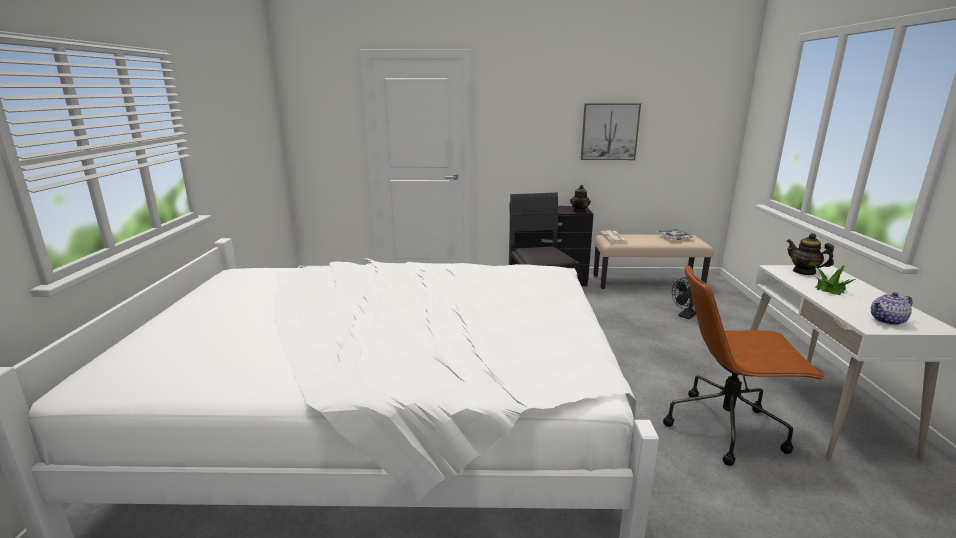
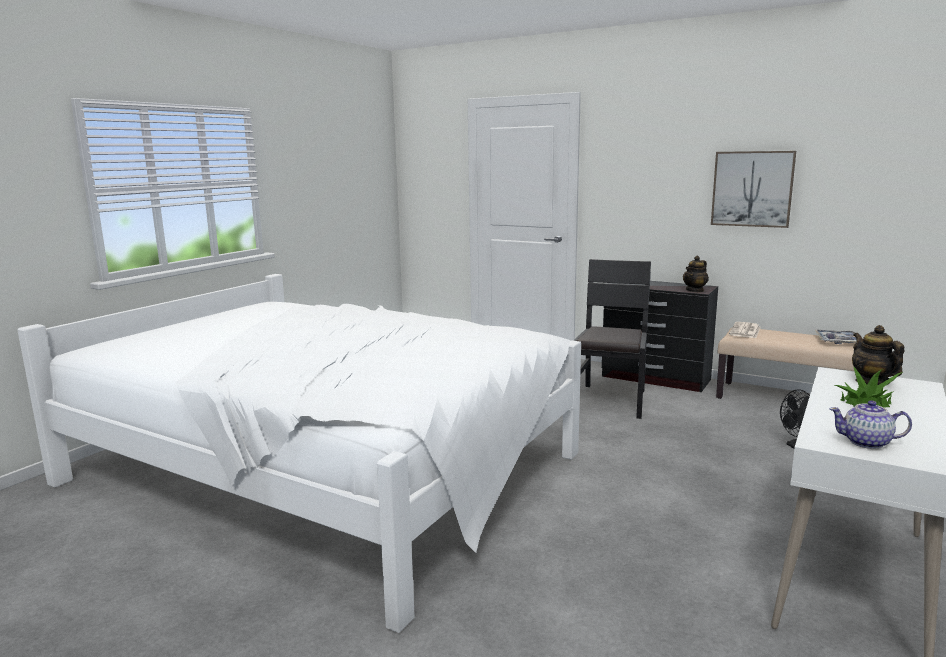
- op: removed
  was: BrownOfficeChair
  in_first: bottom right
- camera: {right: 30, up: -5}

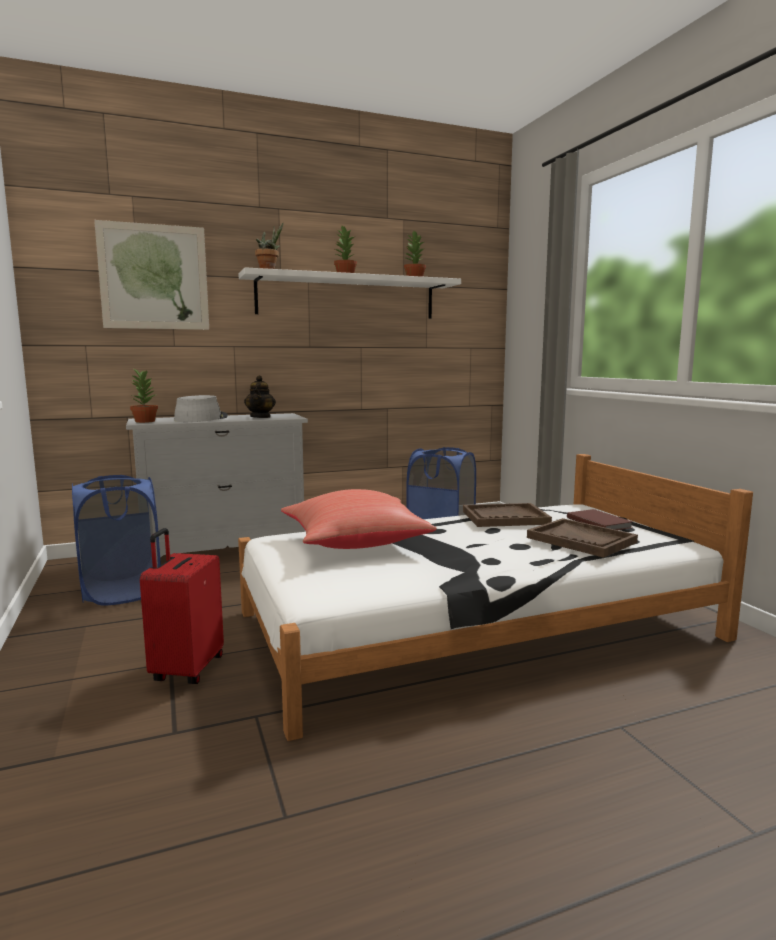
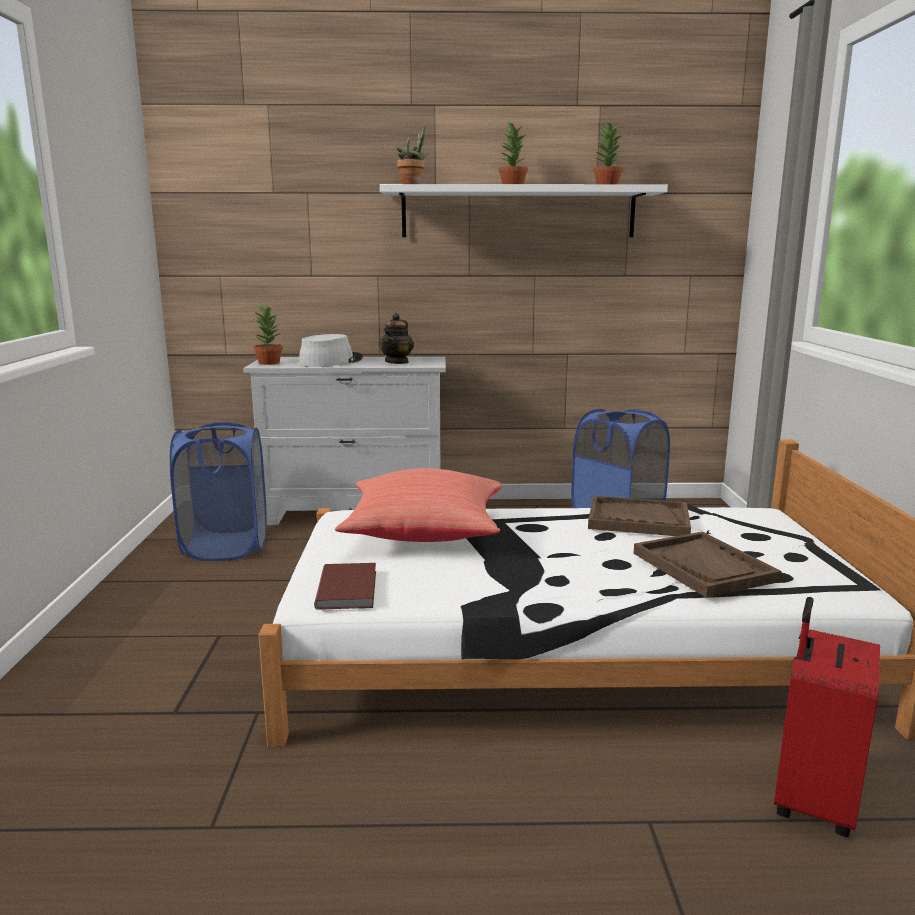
- op: removed
  was: Picture
  in_first: top left
- op: moved
  was: RedTravelCase
  in_first: middle left
  in_second: bottom right
- op: moved
  was: BrownBoundBook
  in_first: middle right
  in_second: centre
- camera: {right: 20, up: 5}

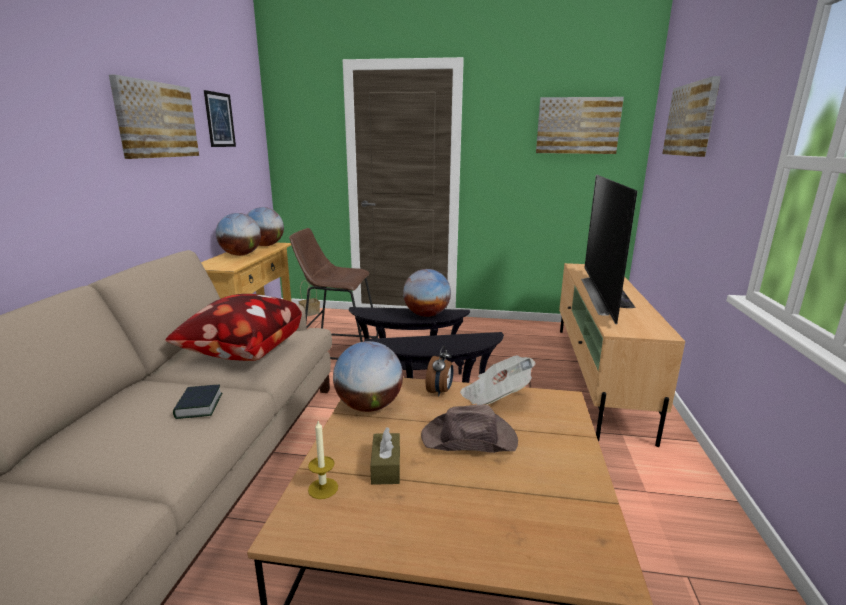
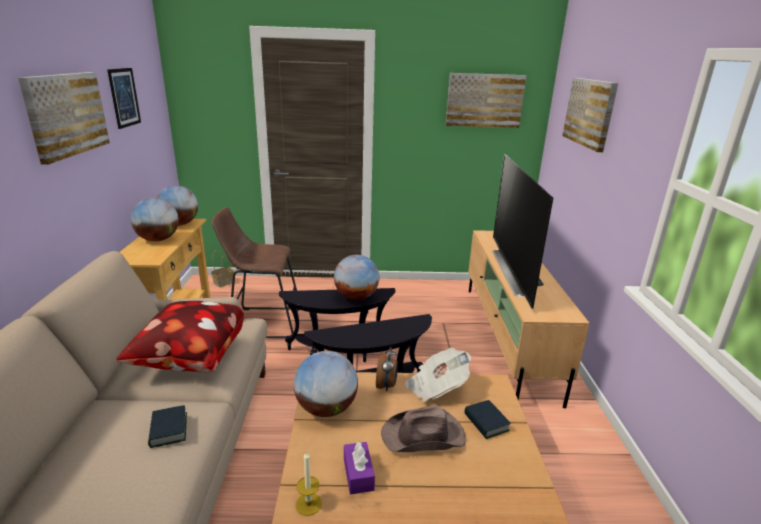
- op: added
  now: BoundBook (2nd from left)
  in_second: bottom centre
- op: recoloured
  was: BrownTissueHolder
  now: PurpleTissueHolder
  in_first: bottom centre
  in_second: bottom centre
- camera: {right: -10, up: 5}

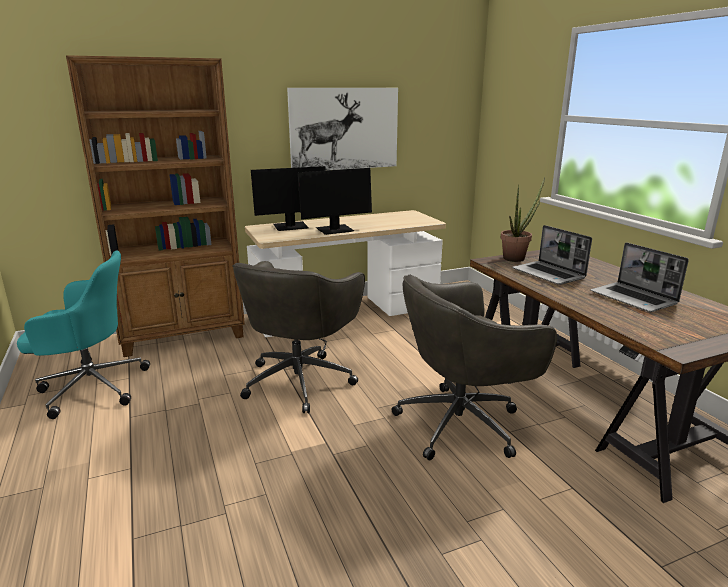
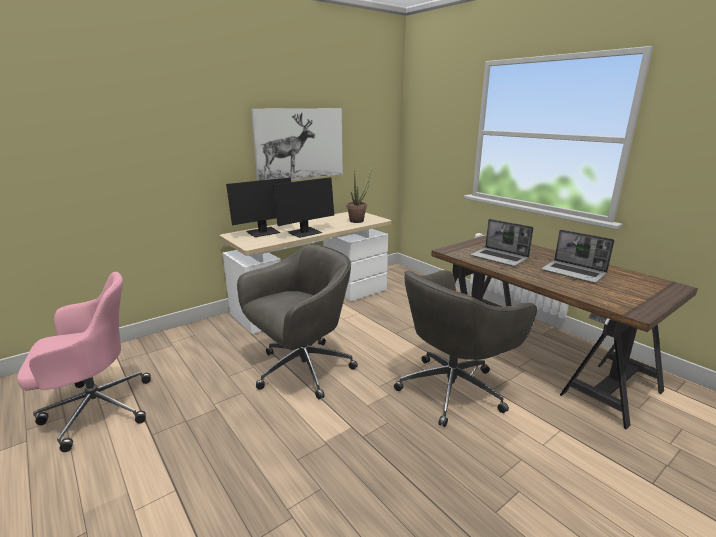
- op: removed
  was: BrownBookshelf
  in_first: middle left
- op: moved
  was: PottedPlant
  in_first: middle right
  in_second: centre
- op: recoloured
  was: BlueGreenOfficeChair
  now: PinkishOfficeChair
  in_first: middle left
  in_second: bottom left
- op: turned
  was: GreyishOfficeChair (1st from left)
  in_first: centre
  in_second: centre
  clockwise: -135
- camera: {right: -15, up: 0}

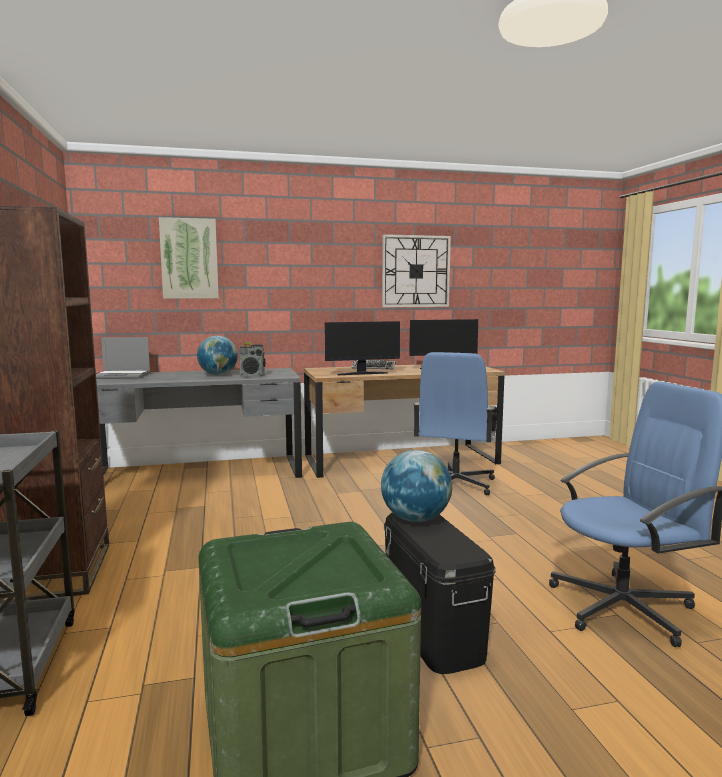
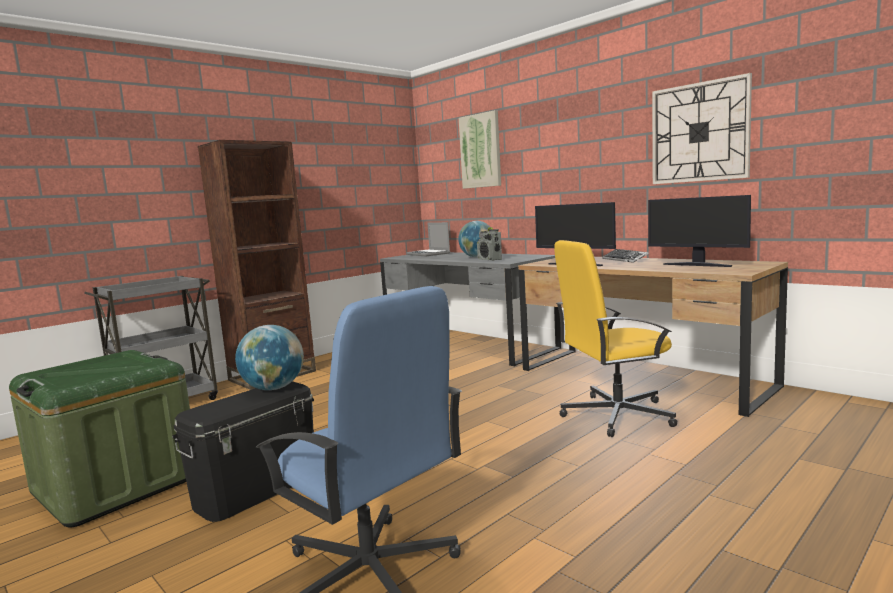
- op: recoloured
  was: BlueOfficeChair (1st from left)
  now: YellowOfficeChair
  in_first: centre
  in_second: middle right
- camera: {right: 60, up: 0}

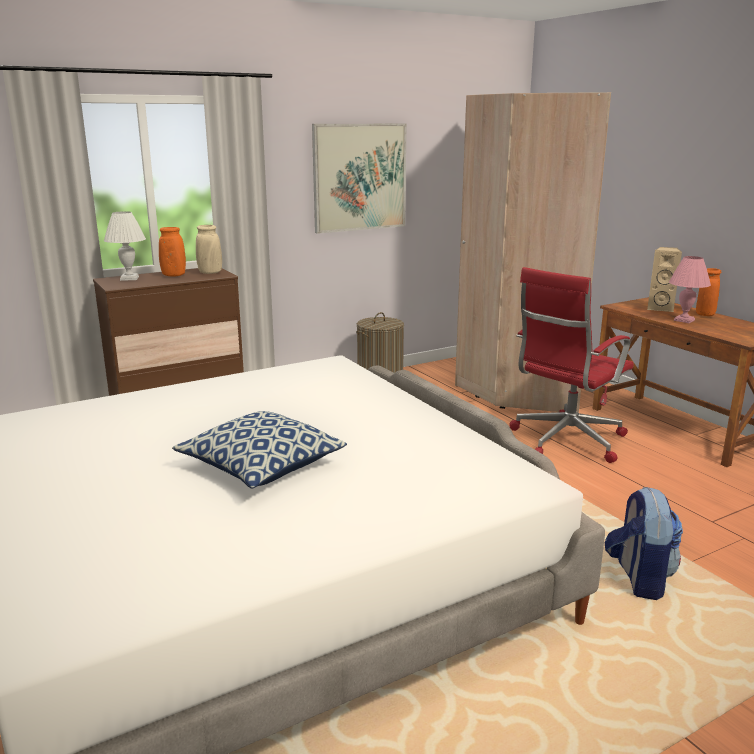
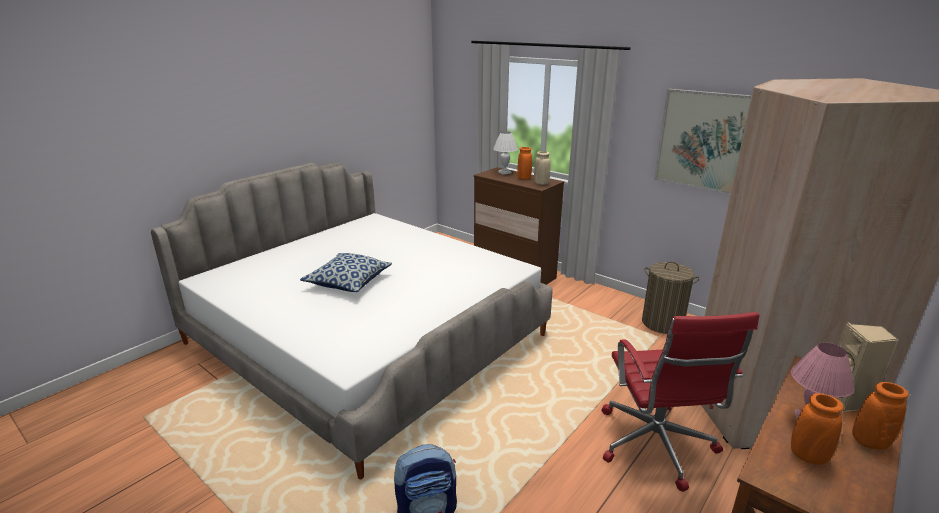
- op: added
  now: OrangeyDecorativeVase (2nd from left)
  in_second: bottom right
- op: turned
  was: RedOfficeChair
  in_first: middle right
  in_second: bottom right
  clockwise: -120
- camera: {right: 70, up: 5}

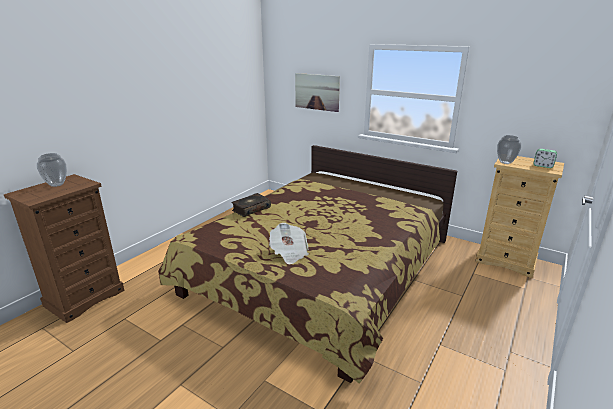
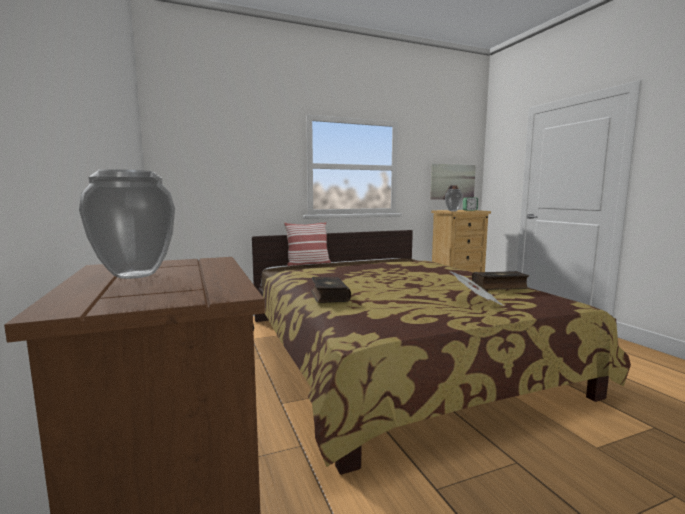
- op: added
  now: ThrowPillow
  in_second: centre
- op: added
  now: BoundBook (2nd from left)
  in_second: middle right
- op: moved
  was: Picture
  in_first: top centre
  in_second: centre
- camera: {right: -55, up: -15}

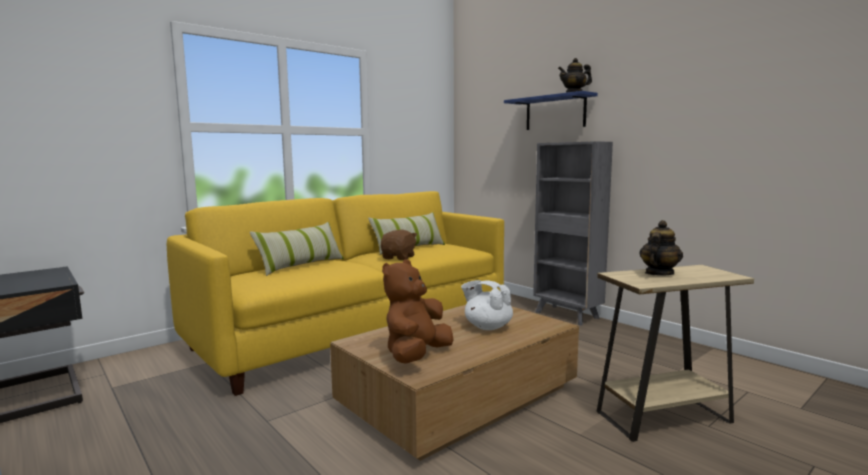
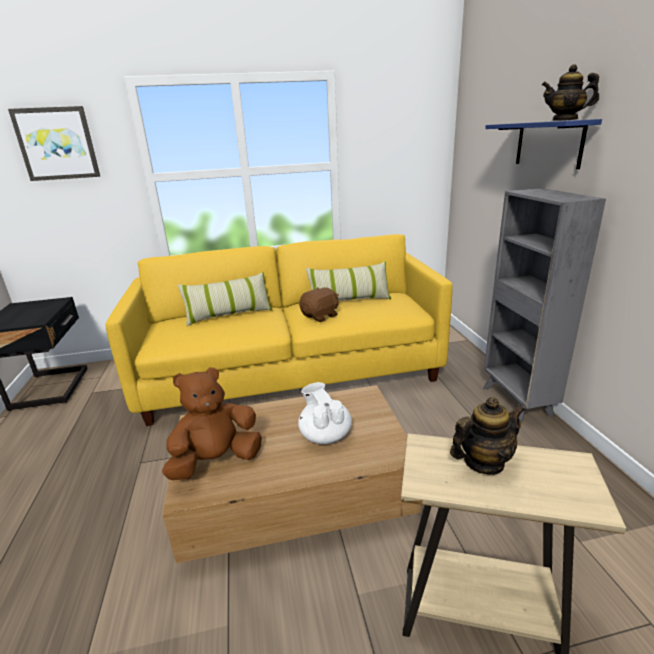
- op: added
  now: Picture
  in_second: top left
- camera: {right: 30, up: 15}

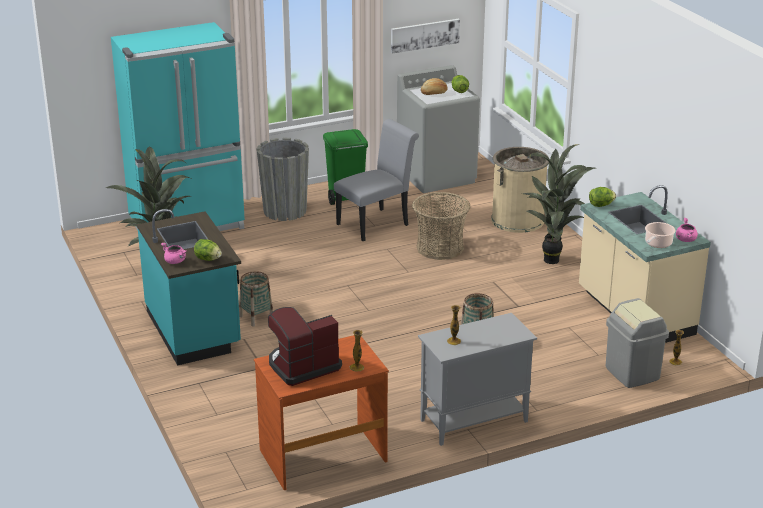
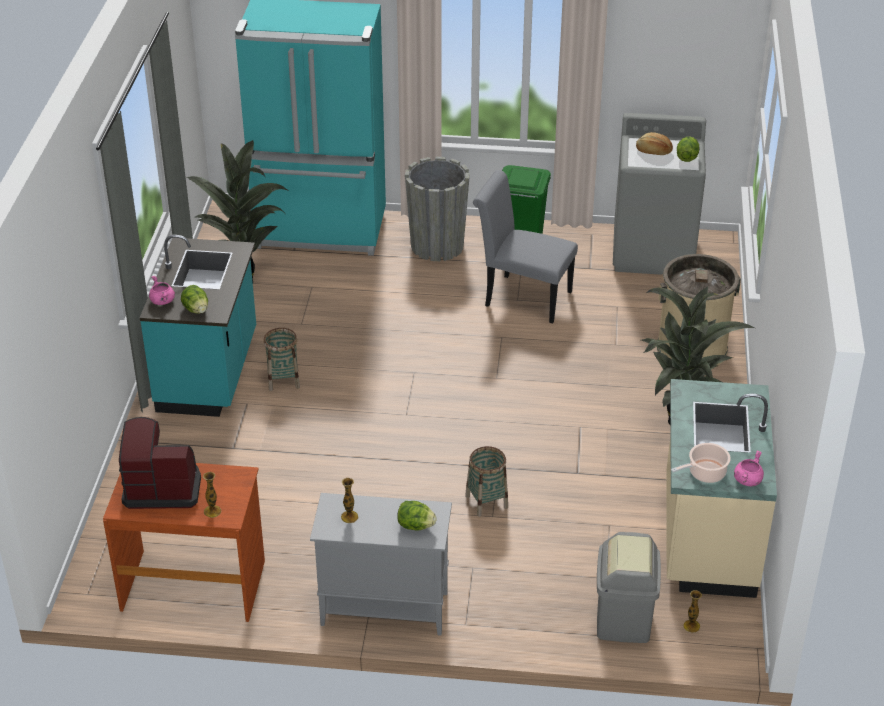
- op: removed
  was: Picture
  in_first: top centre
- op: removed
  was: HouseholdBasket (2nd from left)
  in_first: centre
- op: moved
  was: LettuceHead (3rd from left in the first image)
  now: LettuceHead (2nd from left)
  in_first: middle right
  in_second: bottom centre
- op: turned
  was: GreyishPlainChair
  in_first: centre
  in_second: centre
  clockwise: -150
- camera: {right: 30, up: 10}

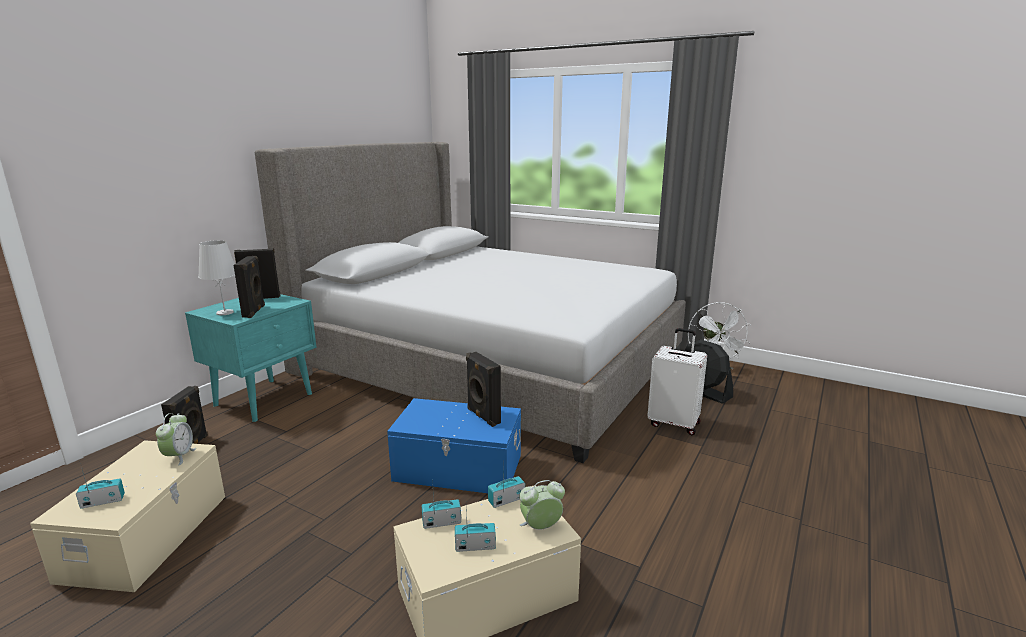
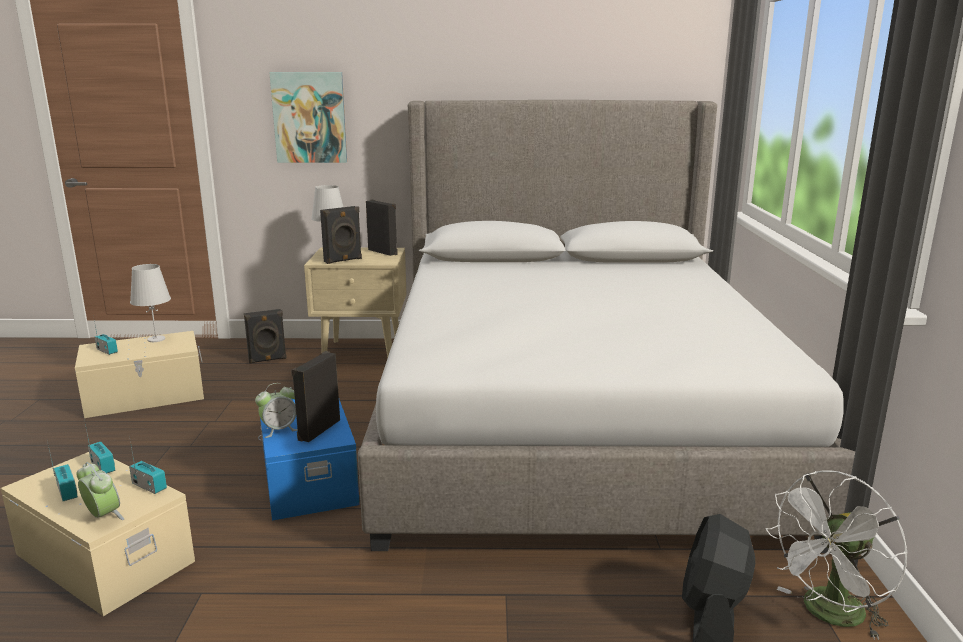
- op: removed
  was: WhitishTravelCase
  in_first: centre
- op: added
  now: WhitishTabletopLamp (1st from left)
  in_second: middle left
- op: added
  now: Picture
  in_second: top left
- op: moved
  was: TableClock (1st from left in the first image)
  now: TableClock (2nd from left)
  in_first: bottom left
  in_second: middle left
- op: recoloured
  was: BlueGreenBedsideTable
  now: BeigeBedsideTable
  in_first: middle left
  in_second: centre
- camera: {right: 60, up: 0}

